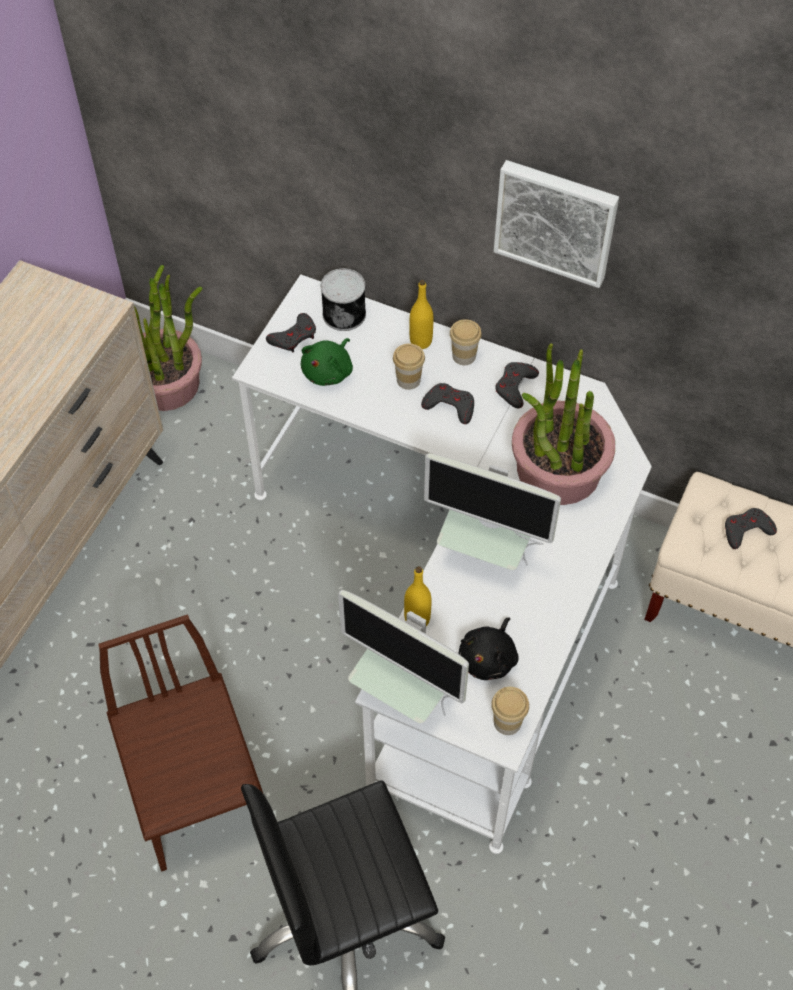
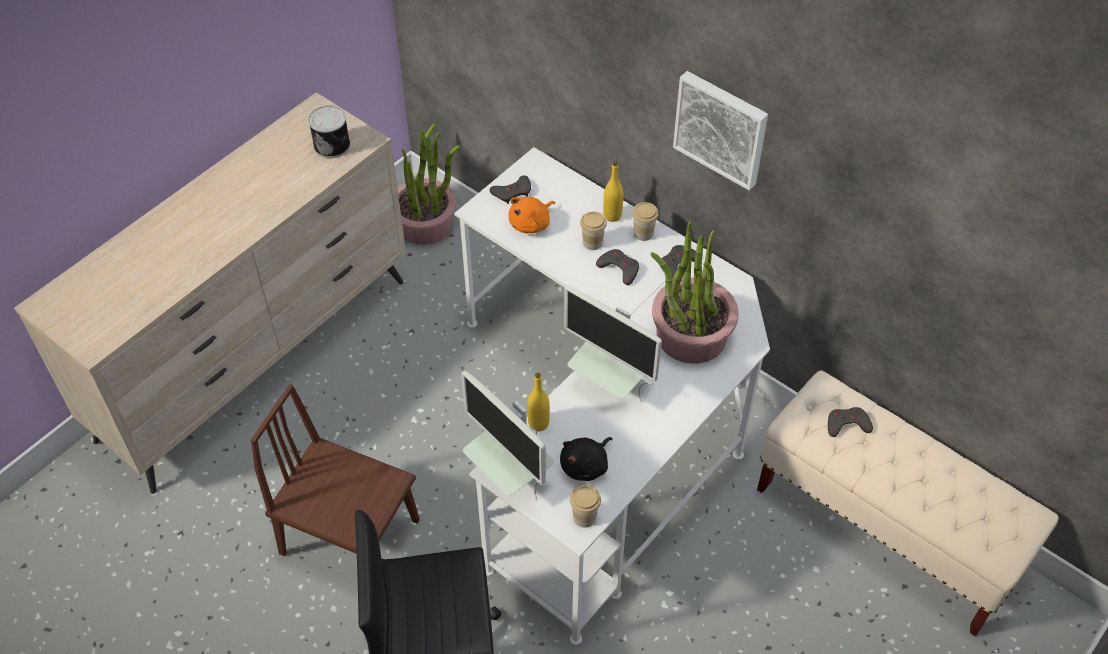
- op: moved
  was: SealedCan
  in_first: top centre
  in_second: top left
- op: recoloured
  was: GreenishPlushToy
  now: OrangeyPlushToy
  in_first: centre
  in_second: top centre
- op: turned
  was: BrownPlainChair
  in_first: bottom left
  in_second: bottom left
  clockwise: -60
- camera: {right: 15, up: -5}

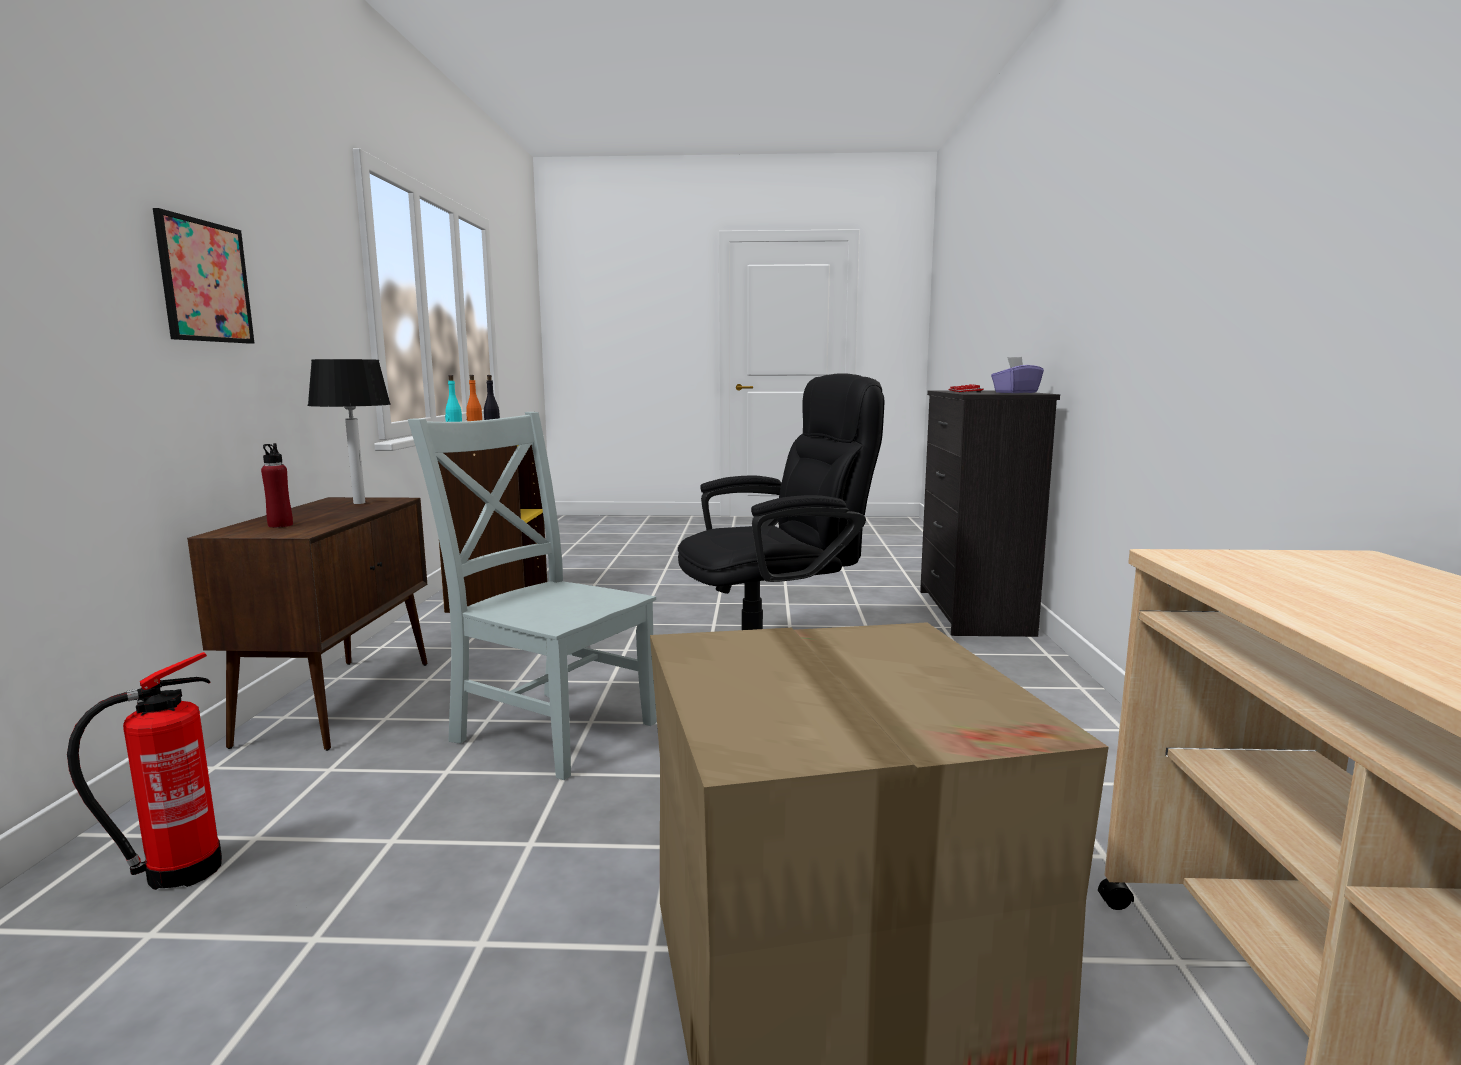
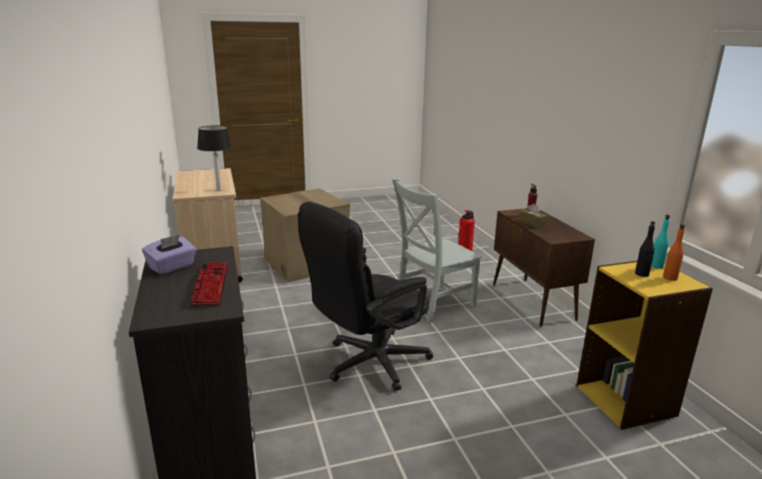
- op: removed
  was: Picture
  in_first: top left
- op: added
  now: BrownTissueHolder
  in_second: middle right
- op: moved
  was: TabletopLamp
  in_first: middle left
  in_second: top left
- op: turned
  was: GreyishPlainChair
  in_first: centre
  in_second: centre
  clockwise: 135
- camera: {right: 160, up: 10}

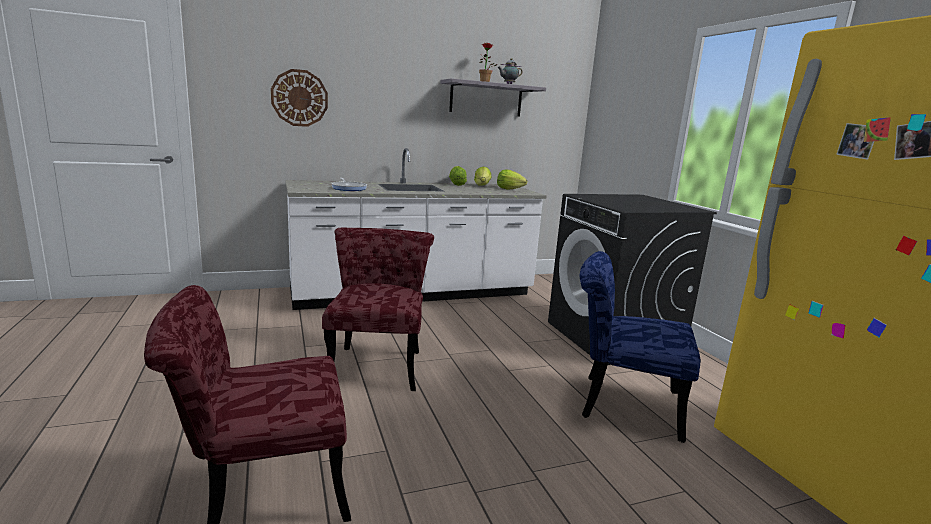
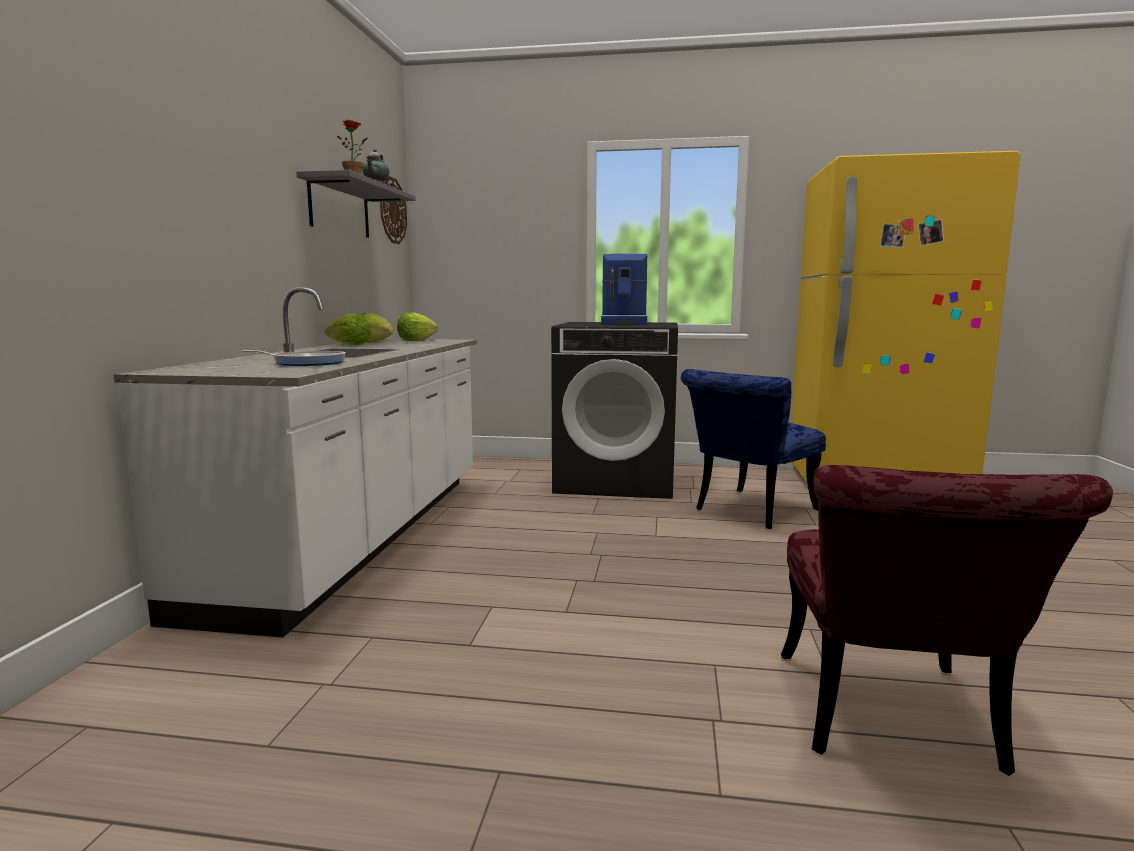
- op: removed
  was: RedPlainChair (2nd from left)
  in_first: centre
- op: added
  now: CoffeeMaker
  in_second: centre
- op: moved
  was: HangingClock
  in_first: top left
  in_second: top centre
- camera: {right: -60, up: -5}

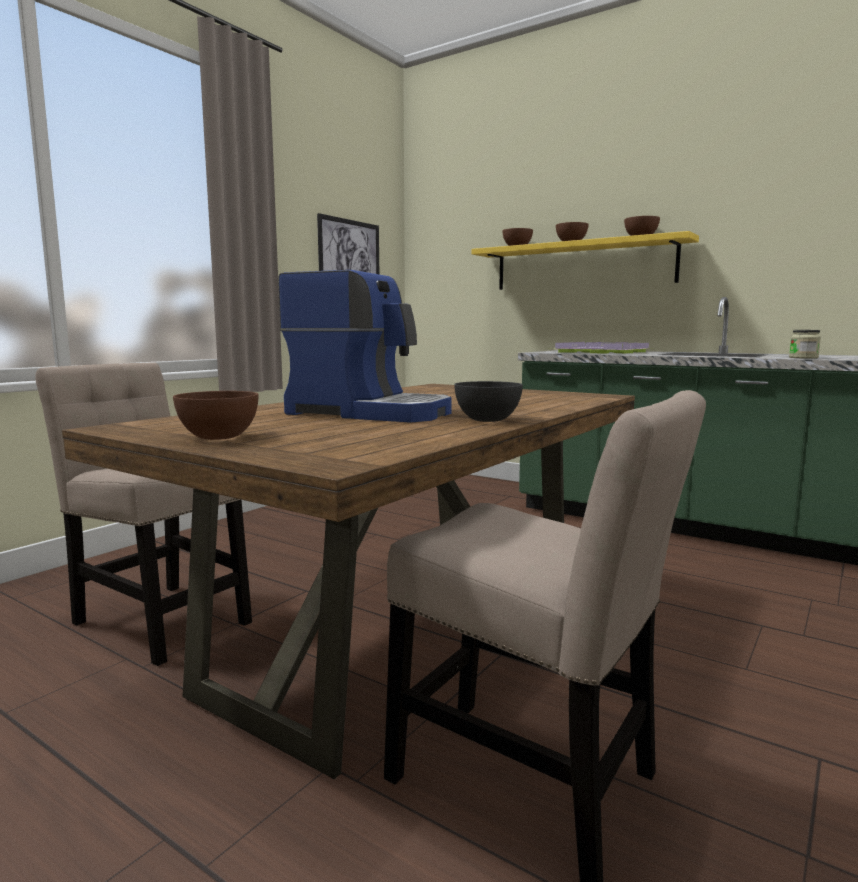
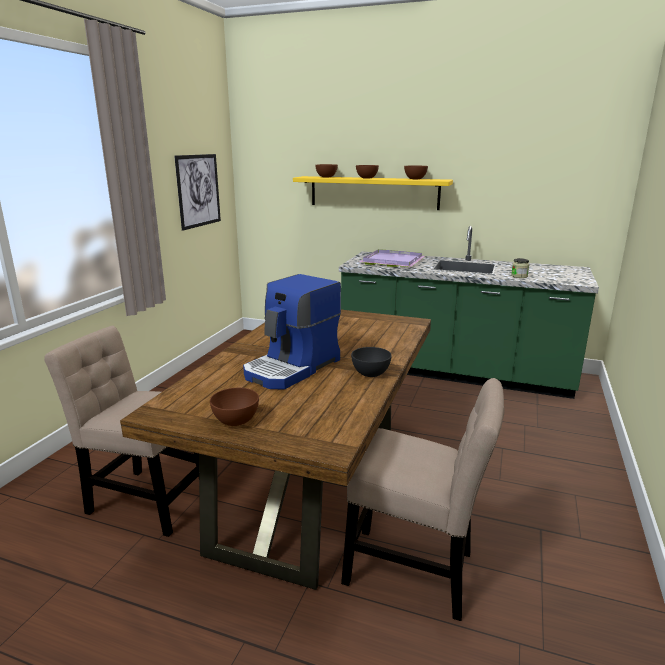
- op: turned
  was: CoffeeMaker
  in_first: centre
  in_second: centre
  clockwise: 120
- camera: {right: -15, up: 10}

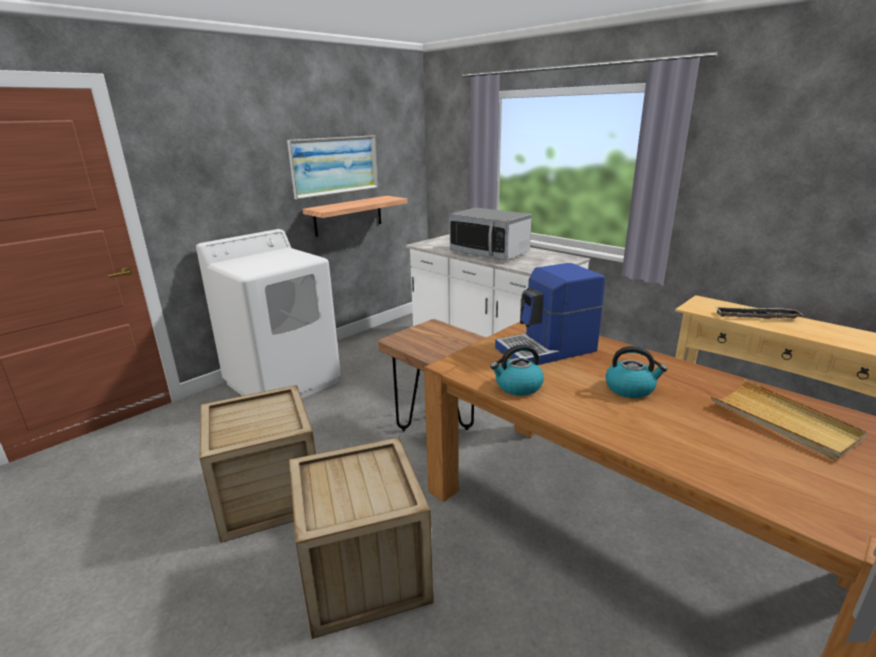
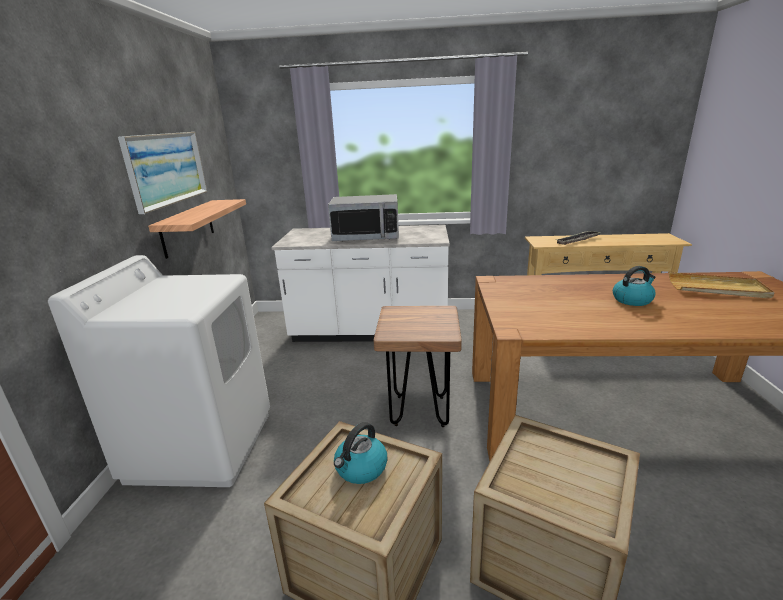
- op: removed
  was: CoffeeMaker
  in_first: centre
- op: moved
  was: TeaKettle (1st from left)
  in_first: centre
  in_second: bottom centre
- camera: {right: -40, up: 0}

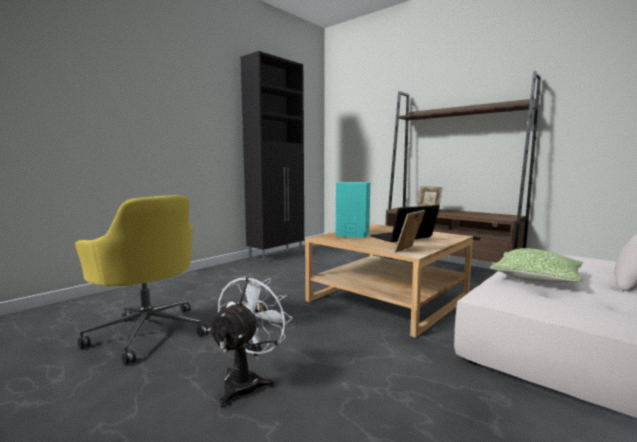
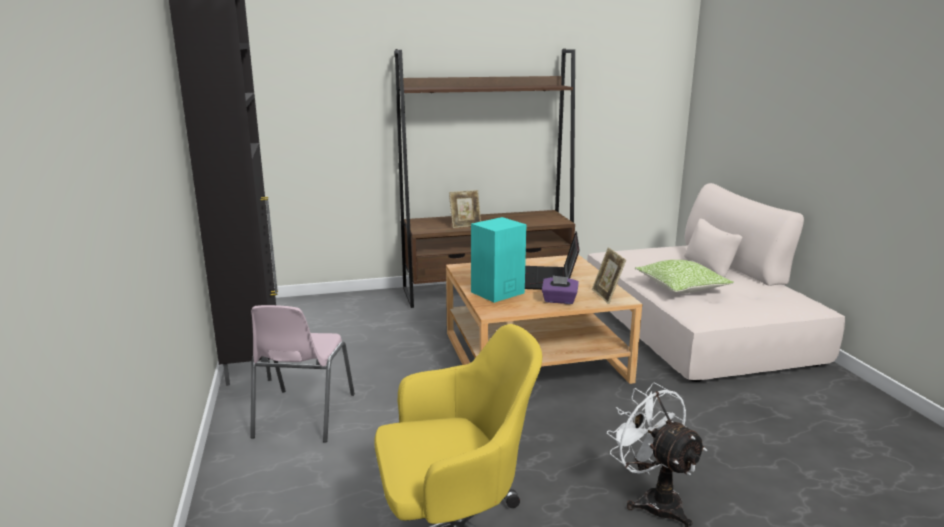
- op: added
  now: PinkishPlainChair
  in_second: bottom left
- op: added
  now: PurpleTissueHolder
  in_second: centre
- camera: {right: -55, up: 10}

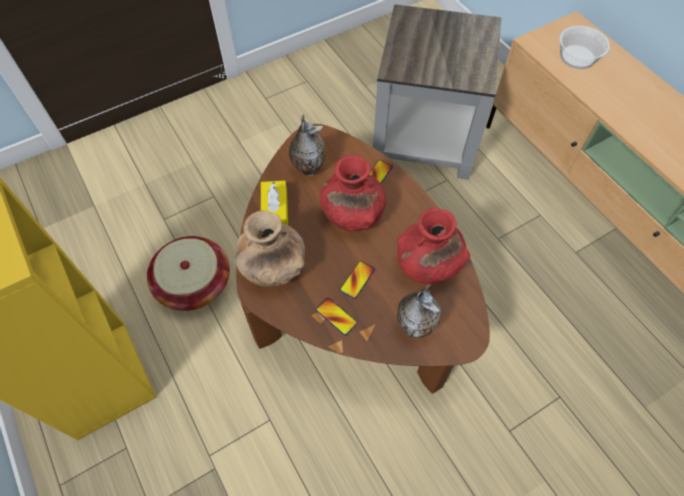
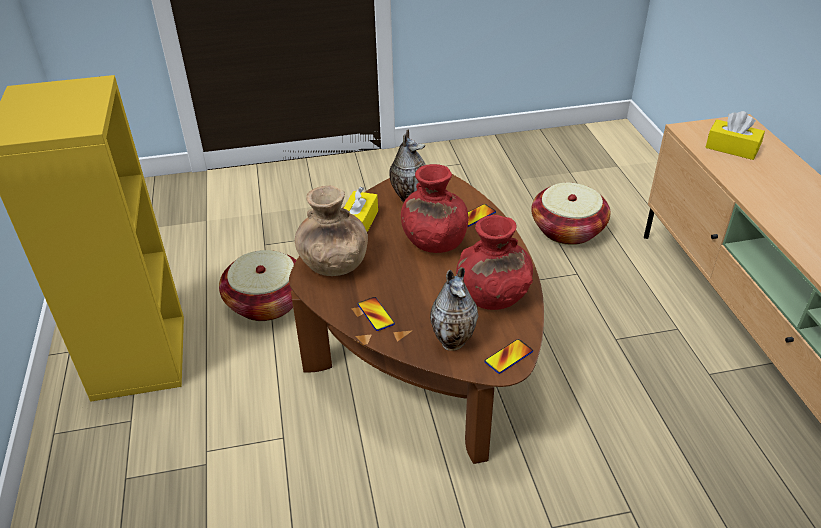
- op: moved
  was: Handset (2nd from left in the first image)
  now: Handset (3rd from left)
  in_first: centre
  in_second: bottom centre
- op: replaced
  was: GreyishSideTable
  now: HouseholdBasket (2nd from left)
  in_first: top centre
  in_second: middle right
- op: replaced
  was: ServingBowl
  now: YellowTissueHolder (2nd from left)
  in_first: top right
  in_second: top right
- camera: {right: 20, up: -20}

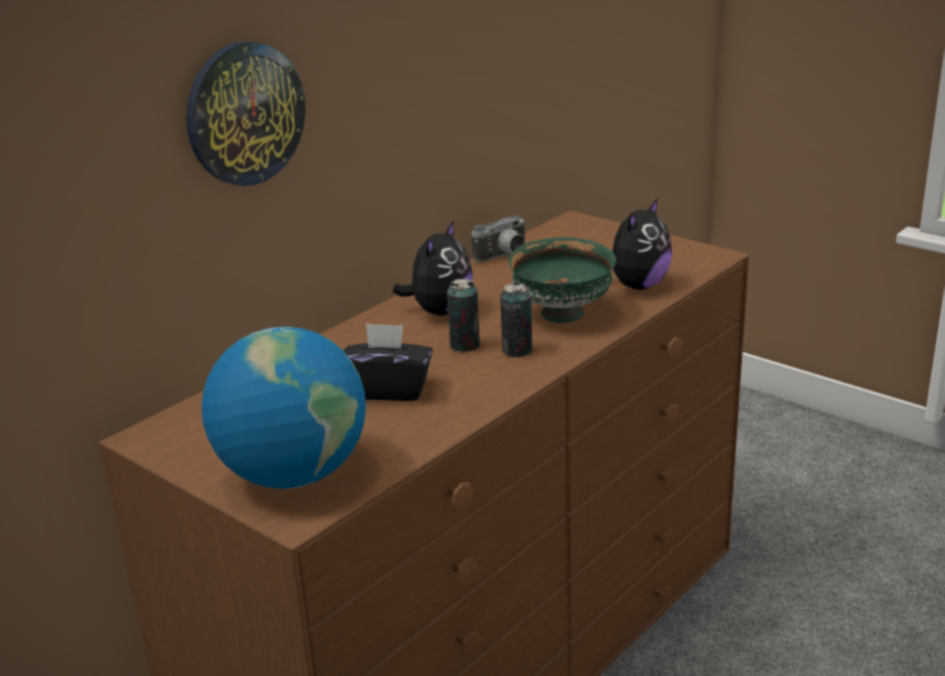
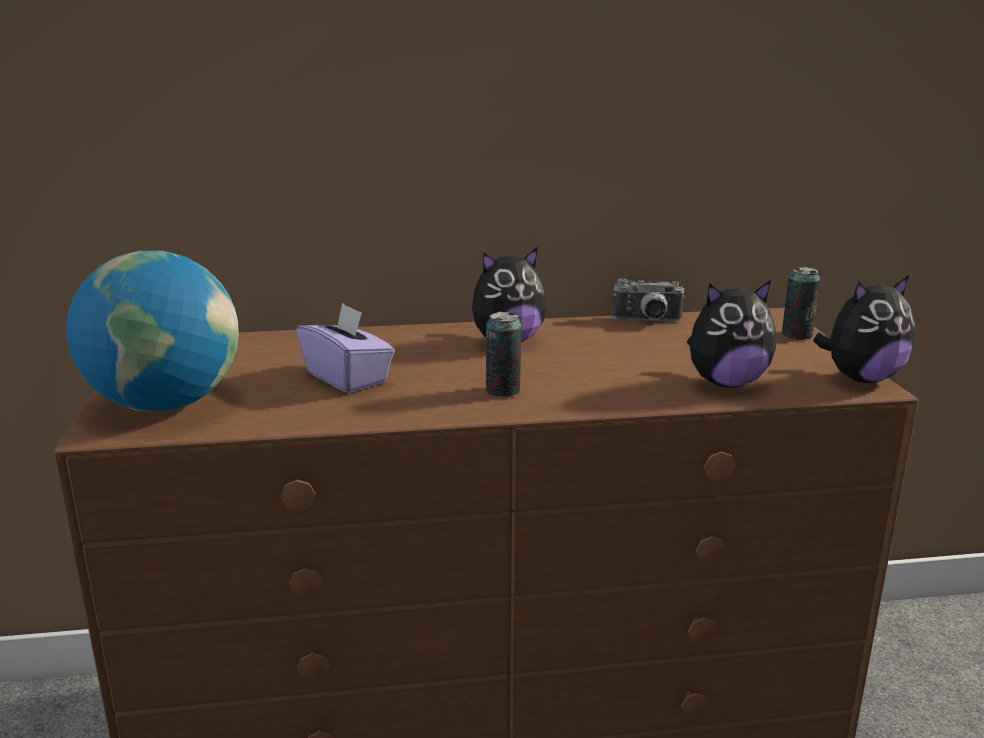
- op: removed
  was: HangingClock
  in_first: top left
- op: removed
  was: GreenishServingBowl
  in_first: centre
- op: added
  now: PlushToy (3rd from left)
  in_second: middle right
- op: moved
  was: SealedCan (1st from left in the first image)
  now: SealedCan (2nd from left)
  in_first: centre
  in_second: middle right
- op: recoloured
  was: BlackColouredTissueHolder
  now: PurpleTissueHolder
  in_first: centre
  in_second: centre
- camera: {right: 40, up: -5}

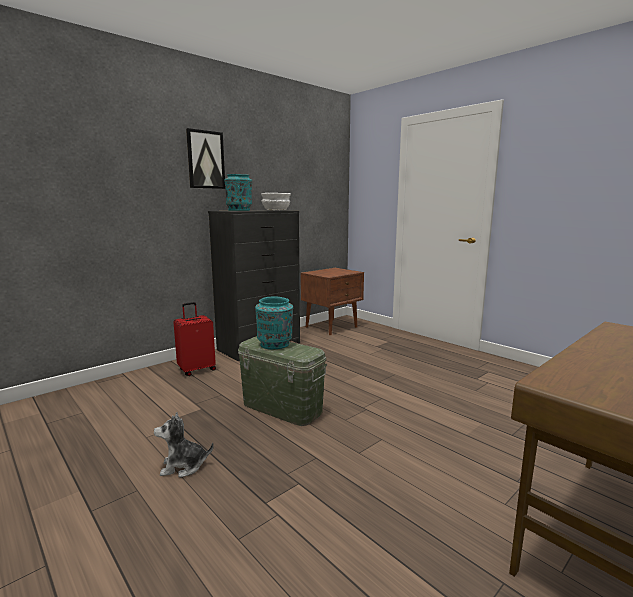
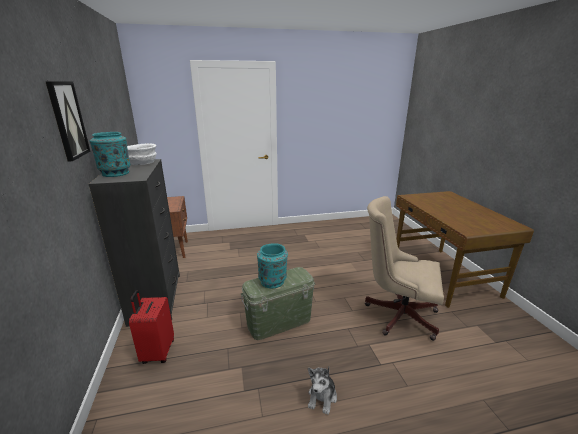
- op: added
  now: BeigeOfficeChair
  in_second: middle right
- camera: {right: -60, up: 10}

